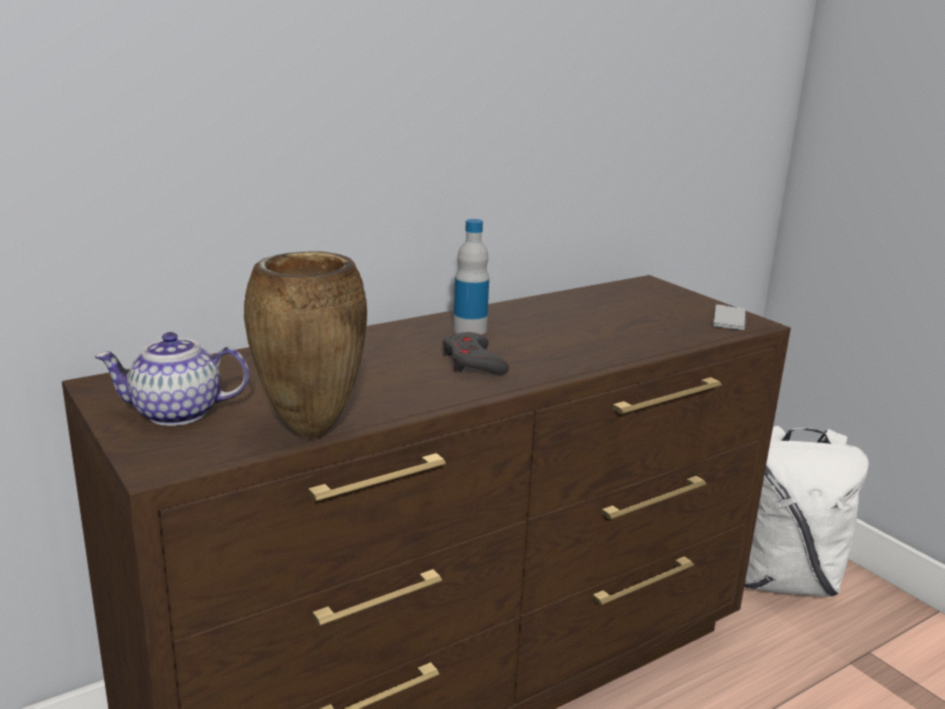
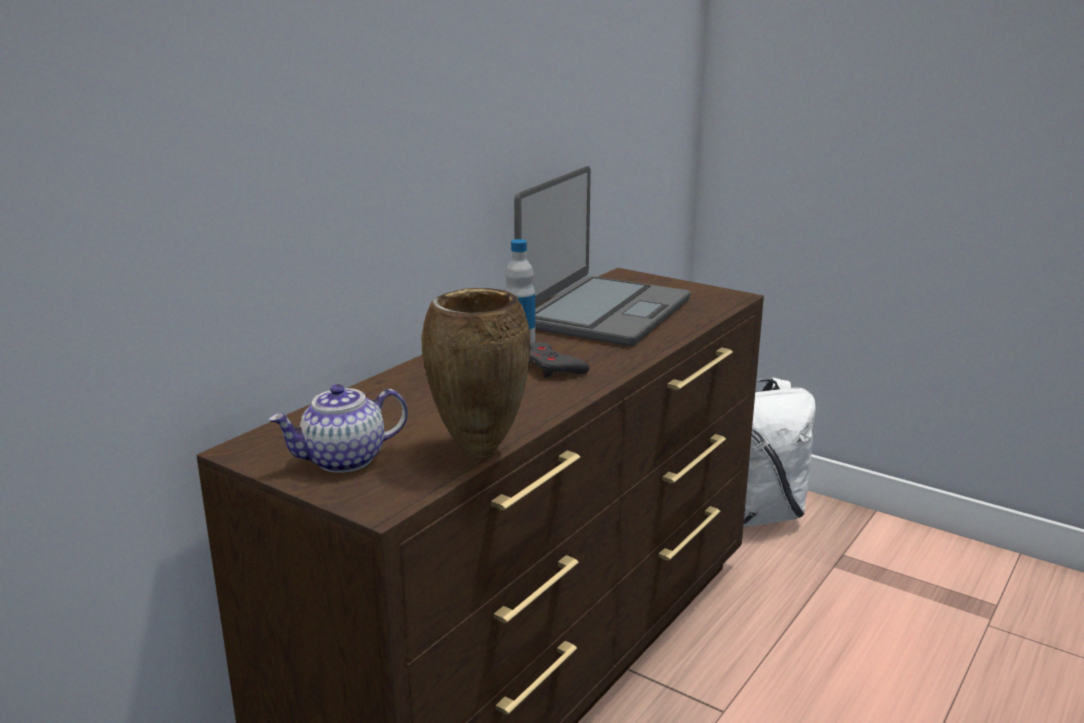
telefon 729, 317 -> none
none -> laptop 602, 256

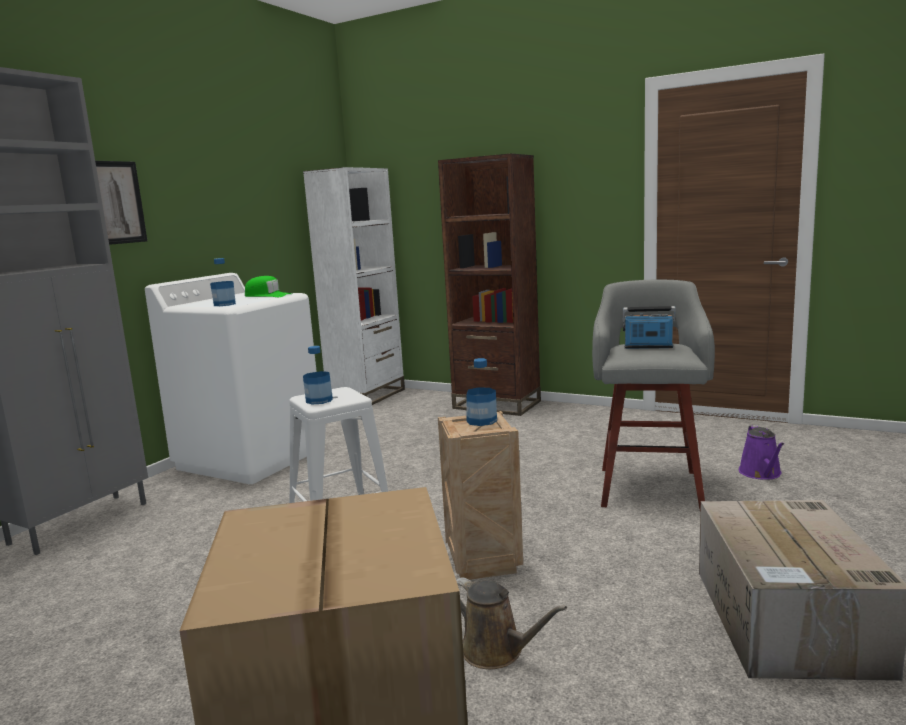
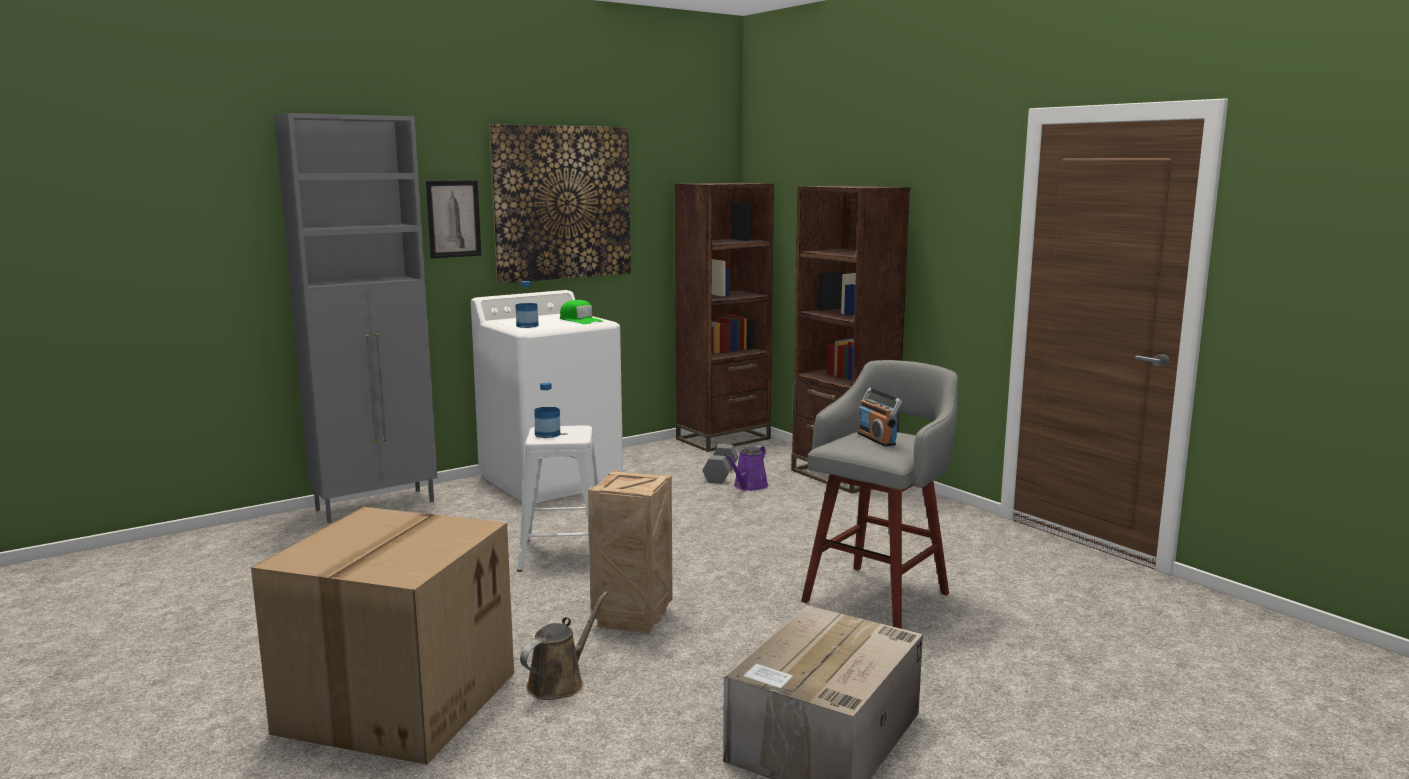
regał [biały] 354, 286 -> regał [brązowy] 724, 317
konewka [brązowy] 511, 623 -> konewka [brązowy] 564, 646, 120 degrees counterclockwise
butelka 481, 392 -> none
radio 649, 327 -> radio 879, 416, 150 degrees counterclockwise
konewka [fioletowy] 761, 452 -> konewka [fioletowy] 747, 468, relocated
none -> obraz 560, 203
none -> hantel [szary] 720, 464

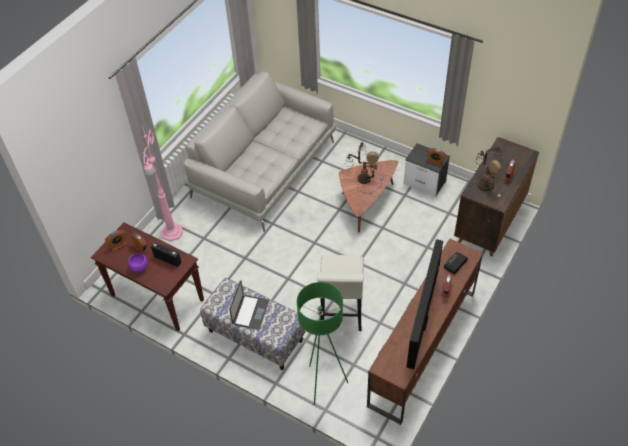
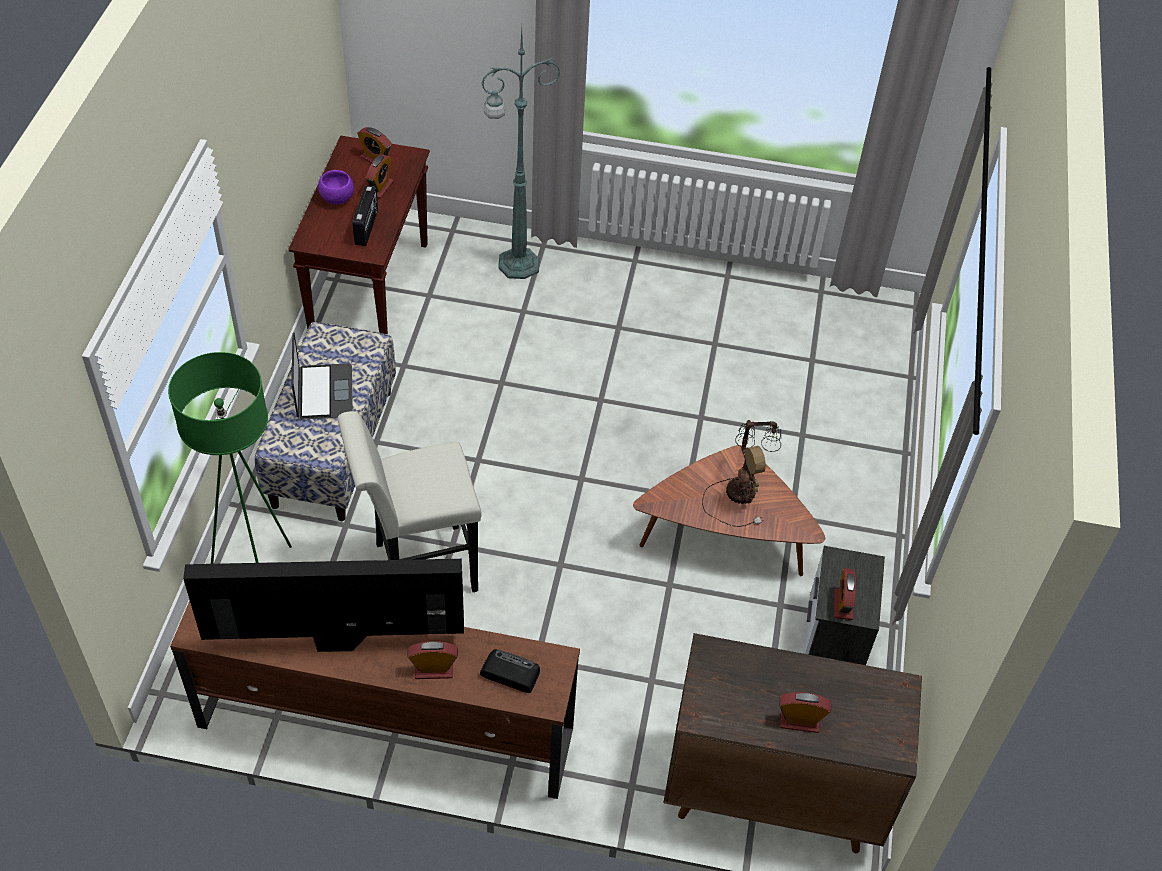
lampa stojąca [różowy] 162, 183 -> lampa stojąca [zielony] 521, 154
kanapa [szary] 260, 152 -> none
laptop 249, 305 -> laptop 322, 376, 90 degrees counterclockwise
lampa stołowa 485, 174 -> none

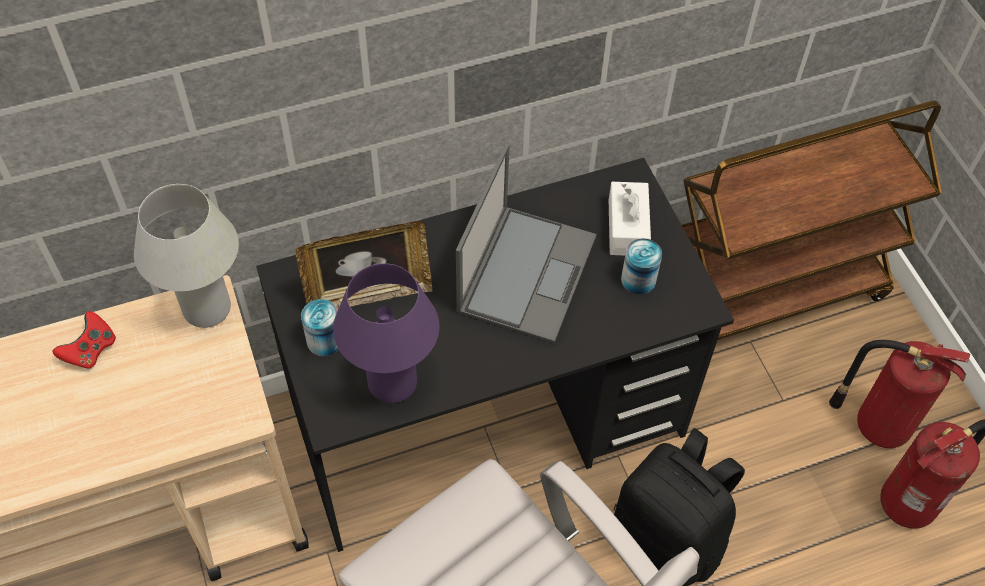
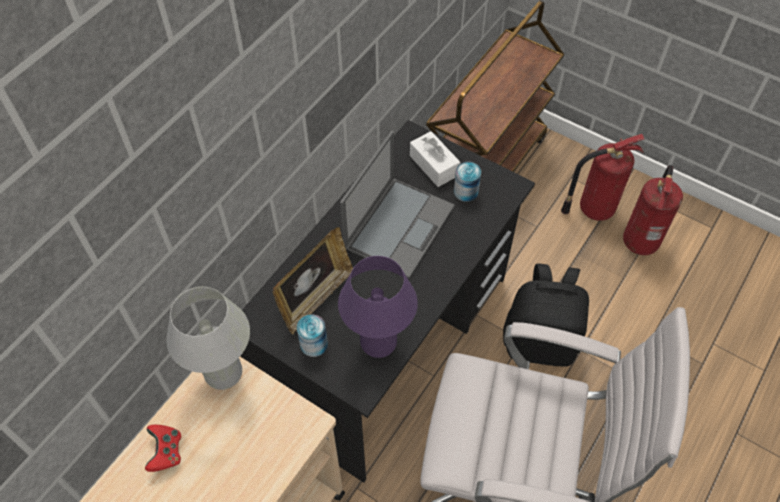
laptop 526, 243 -> laptop 397, 204, 45 degrees clockwise

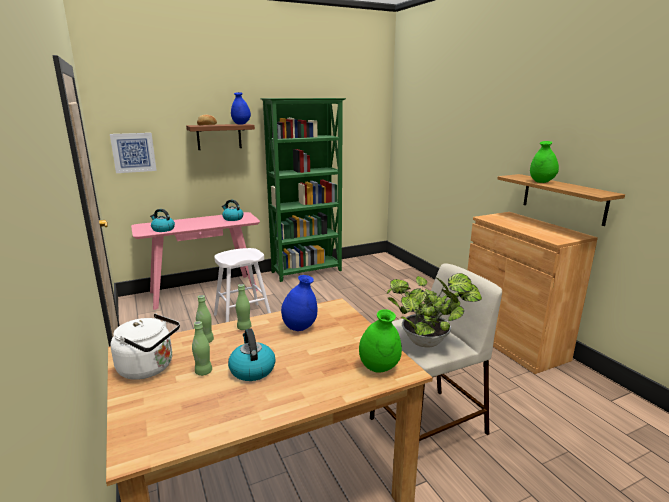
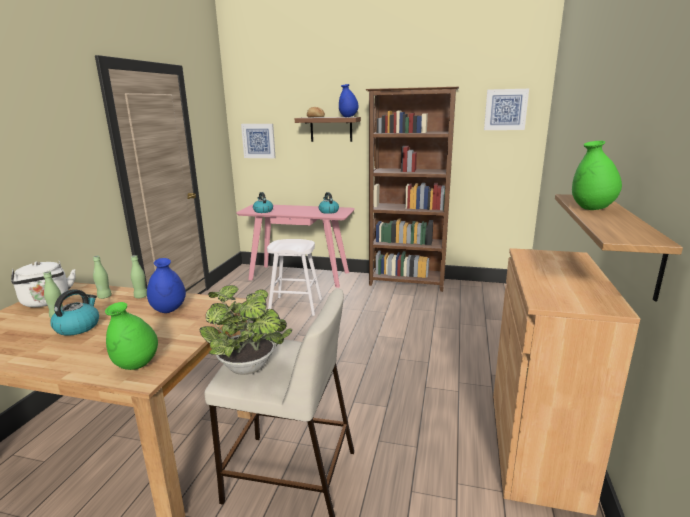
regał [zielony] 303, 190 -> regał [brązowy] 412, 189
none -> obraz 506, 109

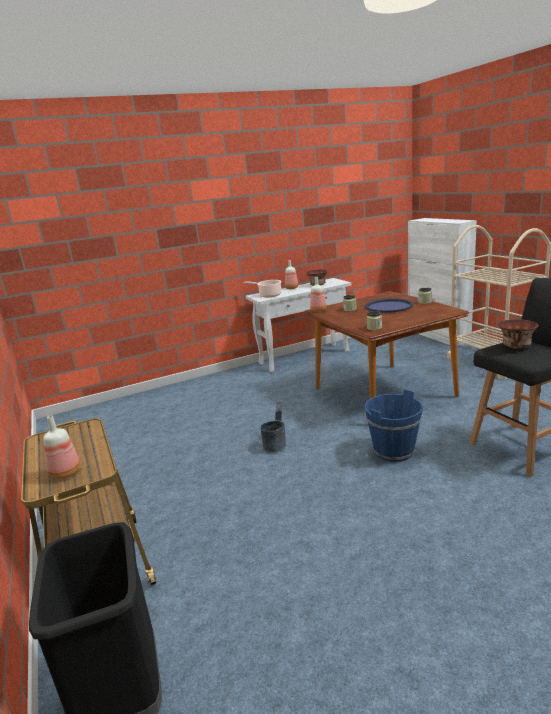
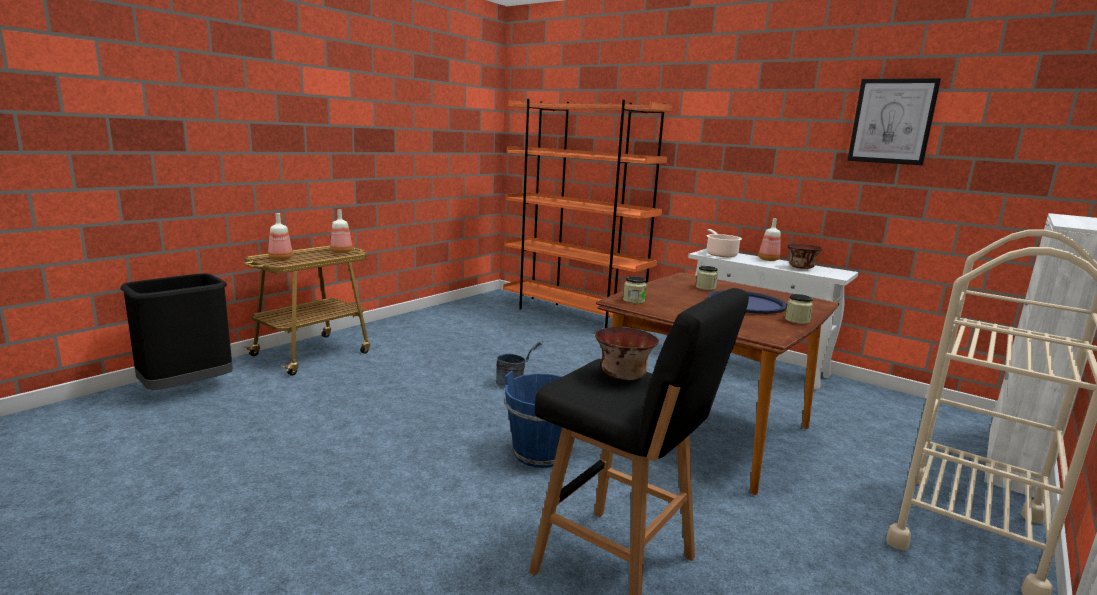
butelka 318, 294 -> butelka 341, 231, relocated
none -> regał [pomarańczowy] 587, 213
none -> obraz 894, 121

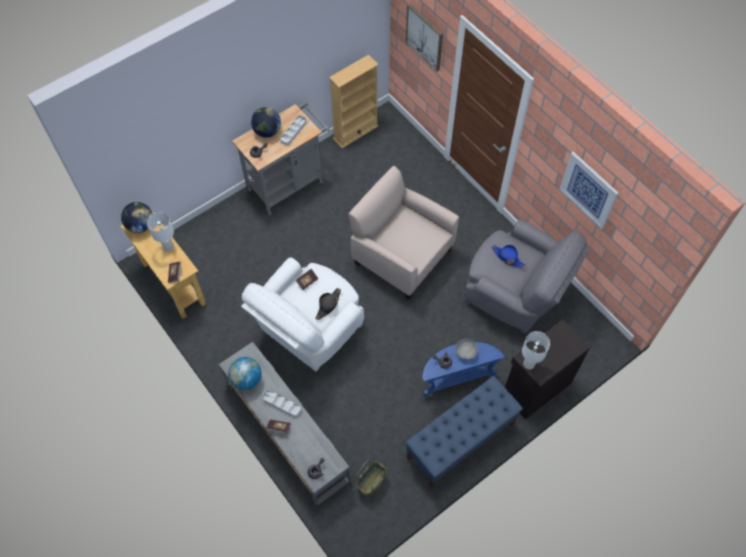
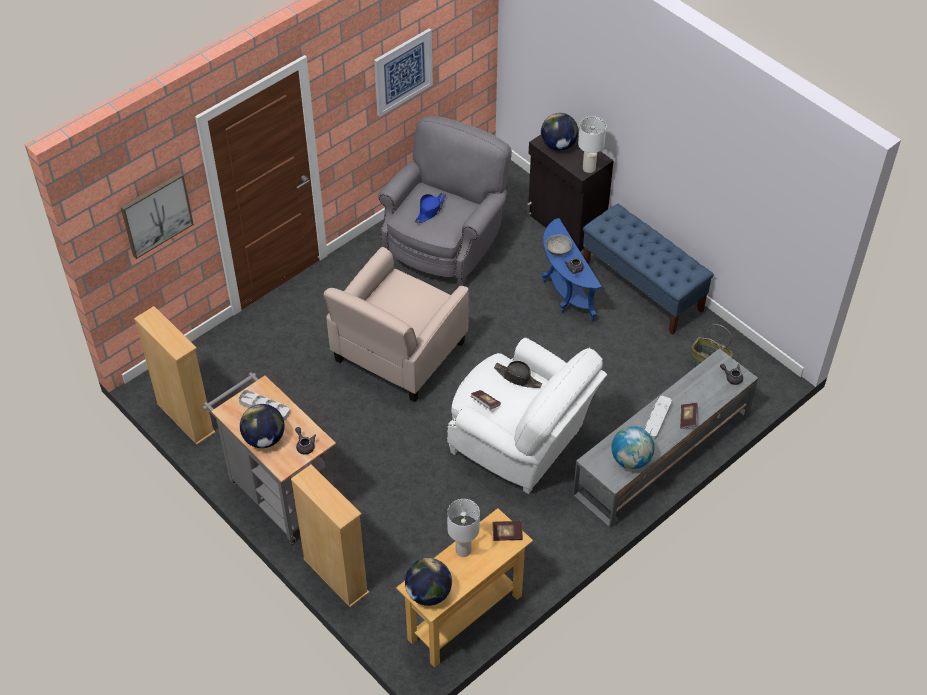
none -> regał [beżowy] 330, 535
none -> globus 559, 132

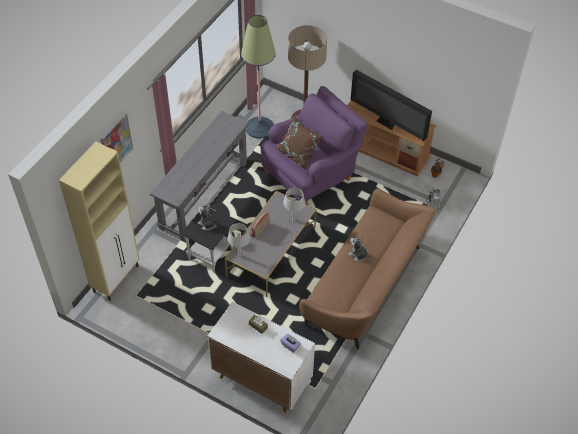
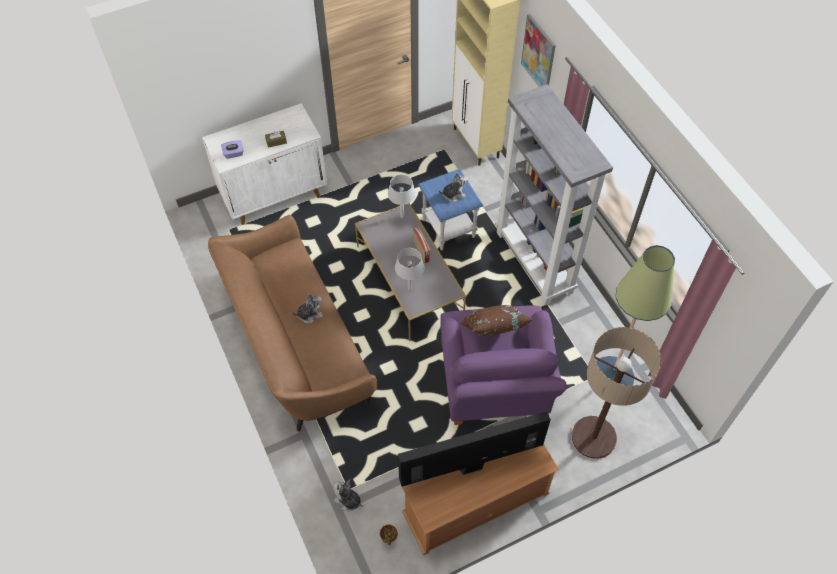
stolik konsolowy [szary] 199, 176 -> regał [szary] 554, 194
stolik [czarny] 208, 239 -> stolik [niebieski] 450, 209

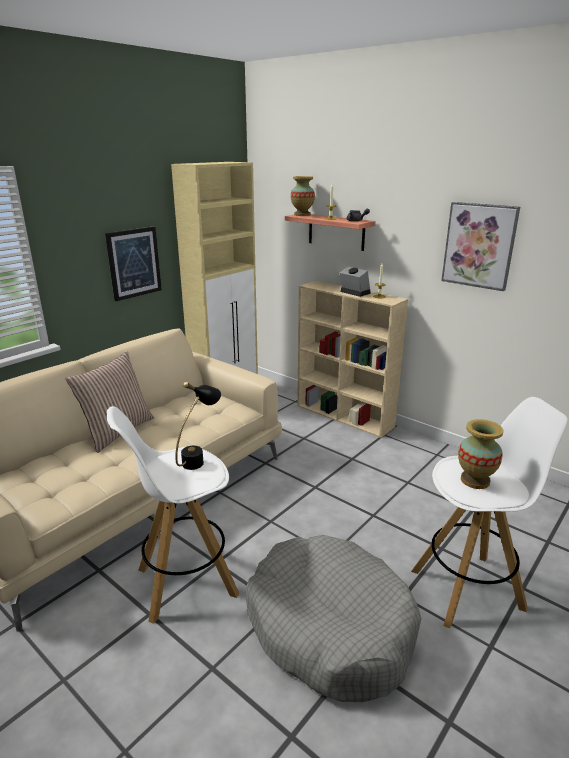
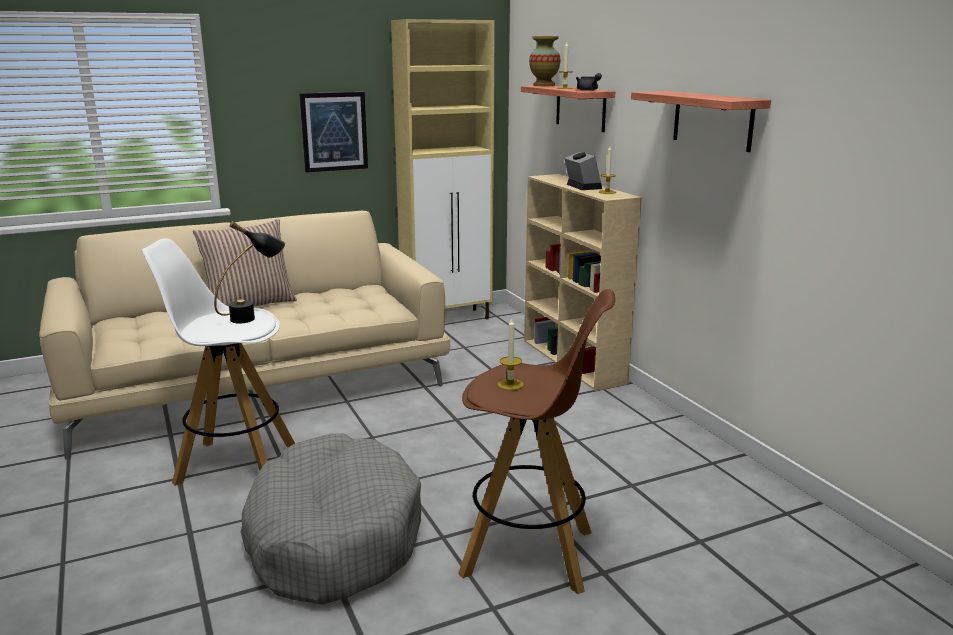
stołek [biały] 489, 512 -> stołek [brązowy] 536, 441
obraz 480, 246 -> półka 701, 121
wazon 481, 454 -> świeca 510, 354

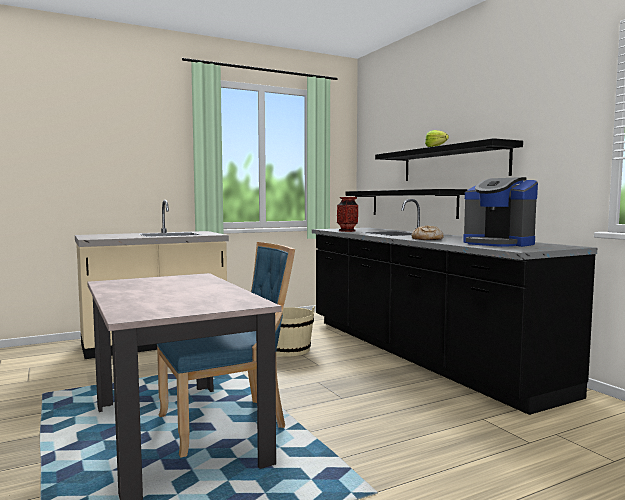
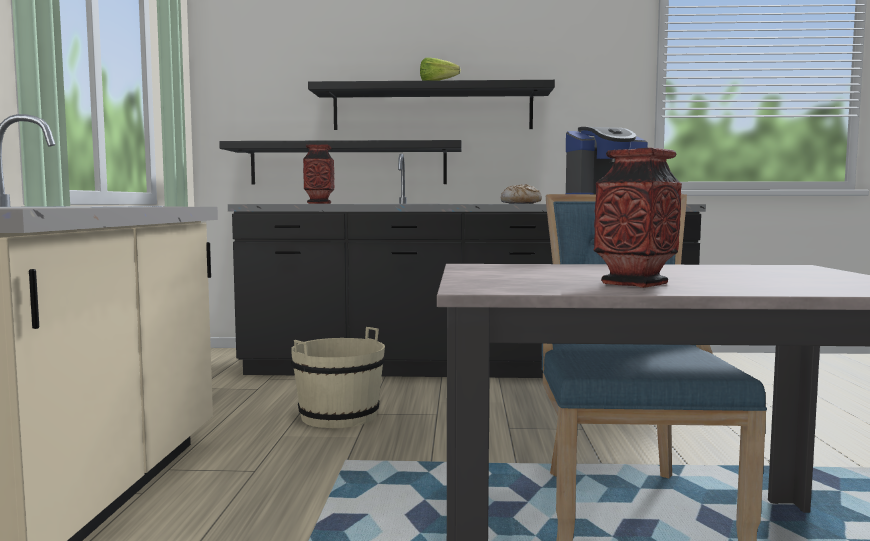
none -> wazon 638, 218

